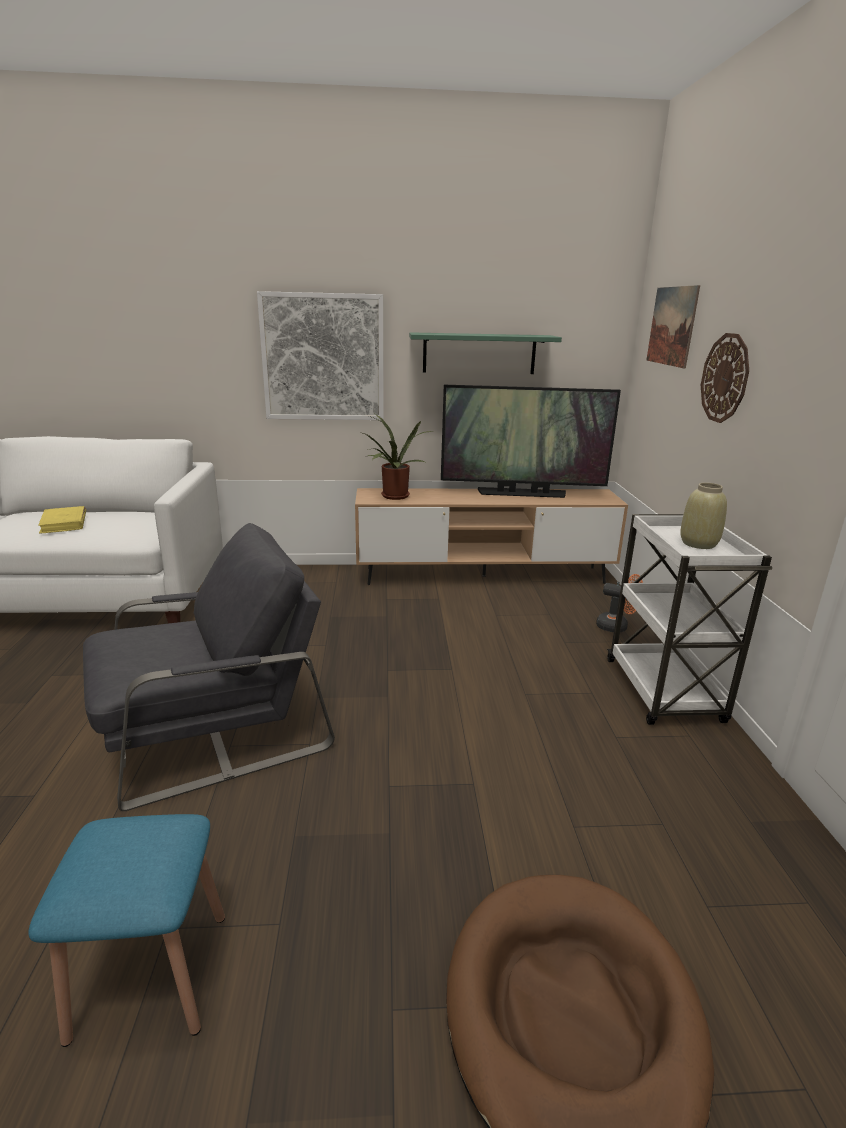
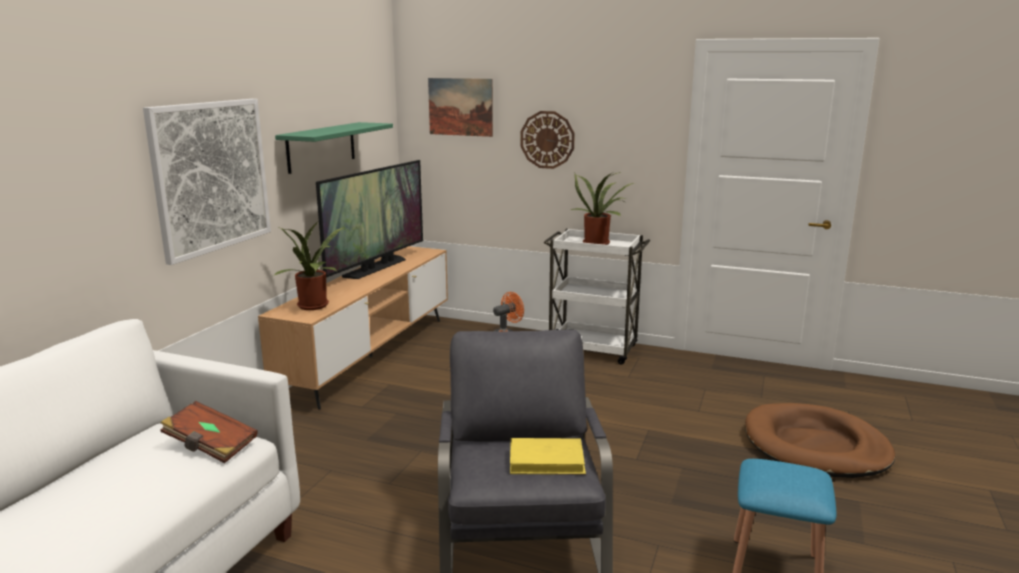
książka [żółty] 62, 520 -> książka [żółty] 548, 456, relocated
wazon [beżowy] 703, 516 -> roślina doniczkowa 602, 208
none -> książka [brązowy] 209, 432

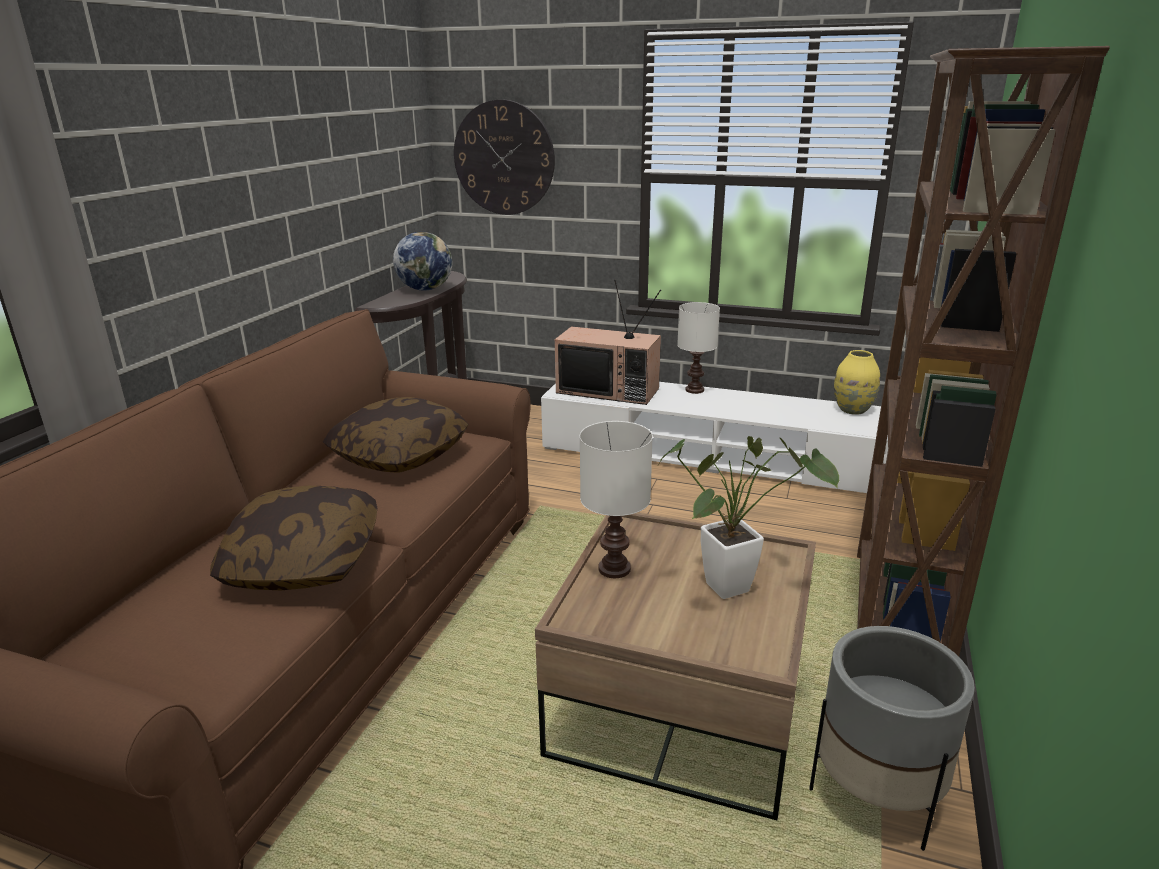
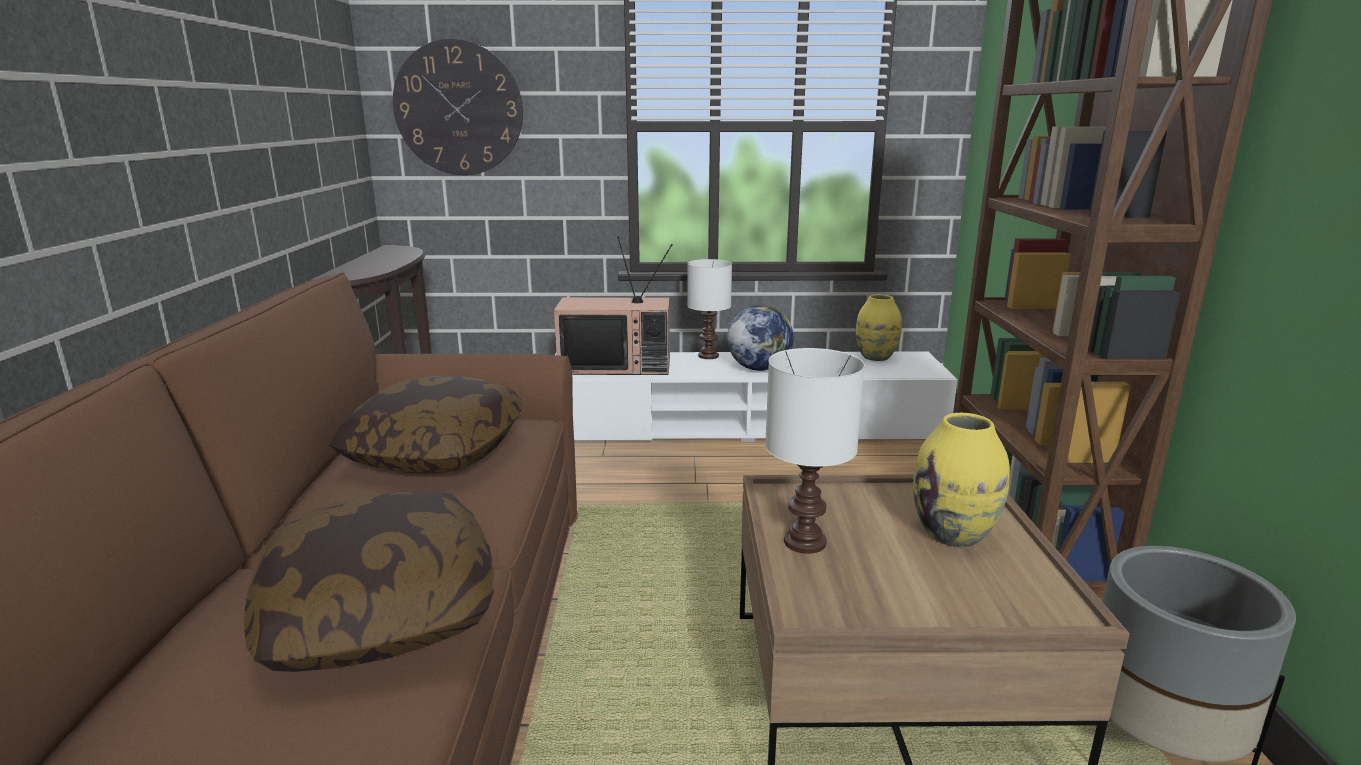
globus 422, 261 -> globus 760, 338, relocated
roślina doniczkowa 748, 517 -> wazon [żółty] 961, 480

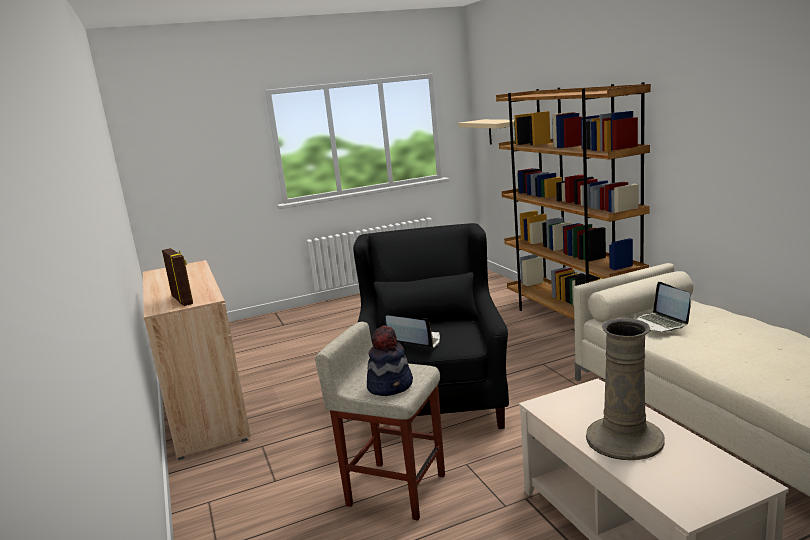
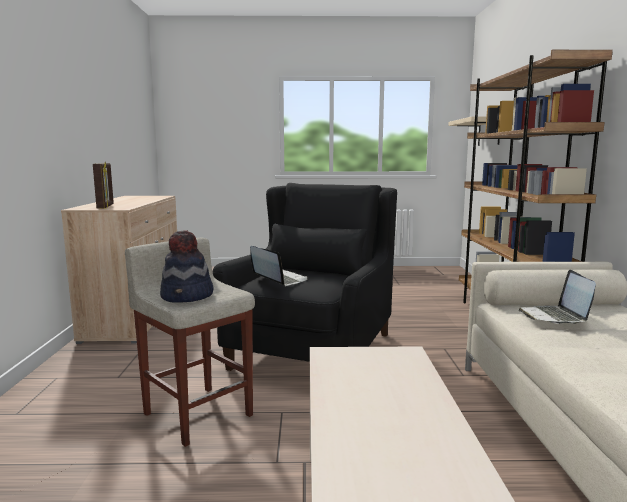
wazon [beżowy] 625, 389 -> none

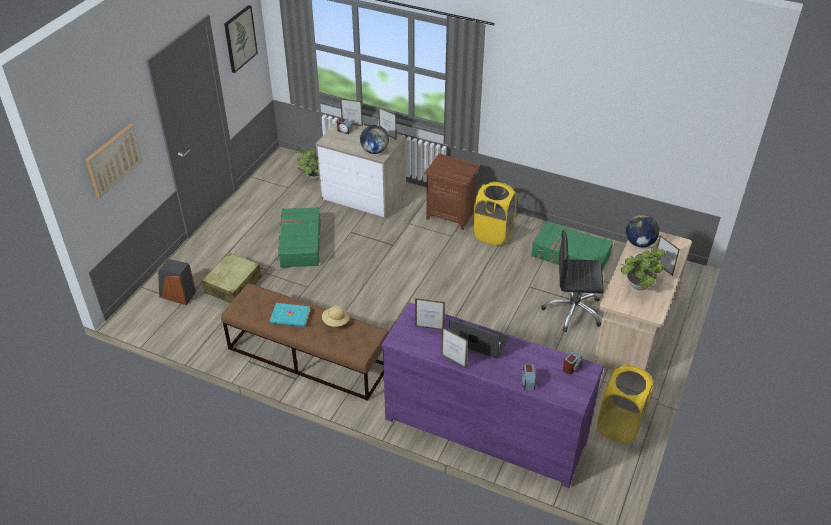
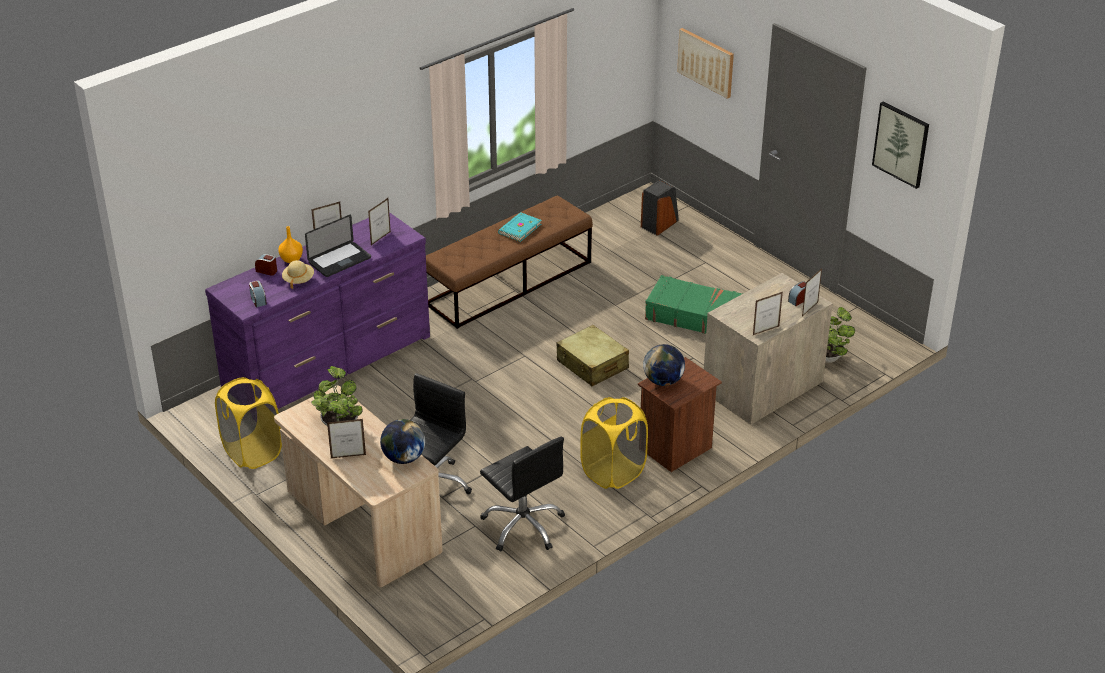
walizka [beżowy] 231, 277 -> walizka [beżowy] 592, 355, relocated
kapelusz [beżowy] 335, 316 -> kapelusz [beżowy] 298, 274, relocated
globus 374, 139 -> globus 664, 365, relocated
walizka [zielony] 572, 246 -> krzesło biurowe [czarny] 522, 494
none -> wazon [pomarańczowy] 290, 244

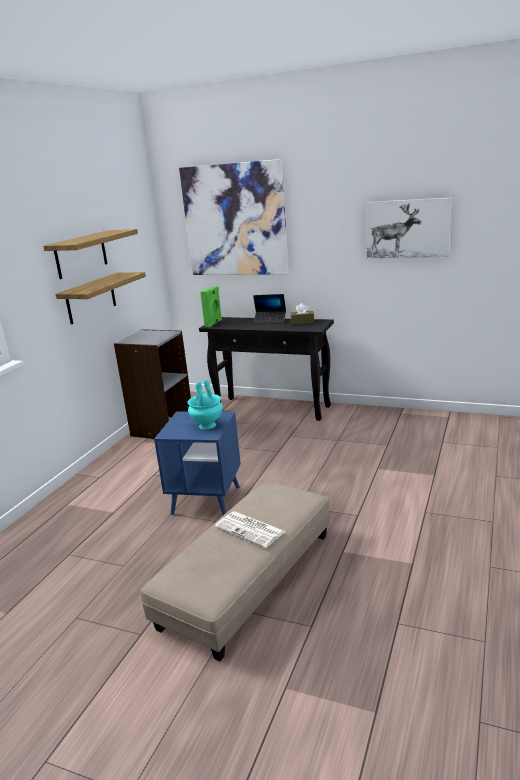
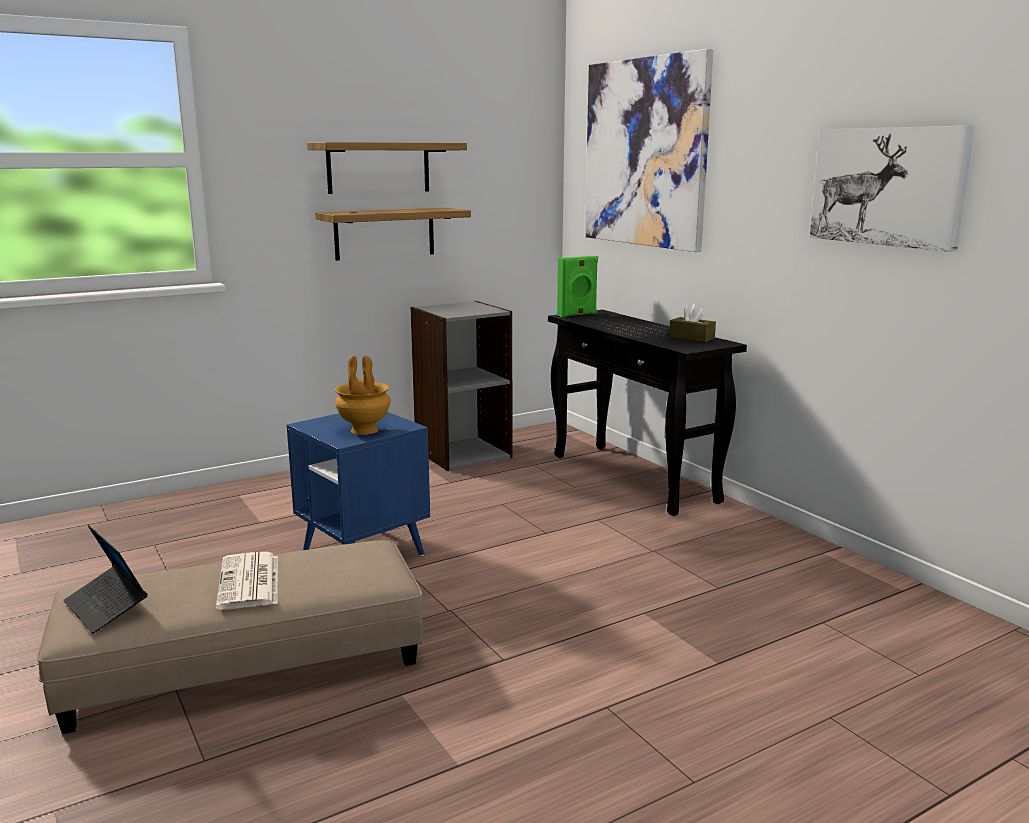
wazon [turkusowy] 205, 404 -> wazon [brązowy] 363, 395
laptop 269, 309 -> laptop 105, 579, relocated

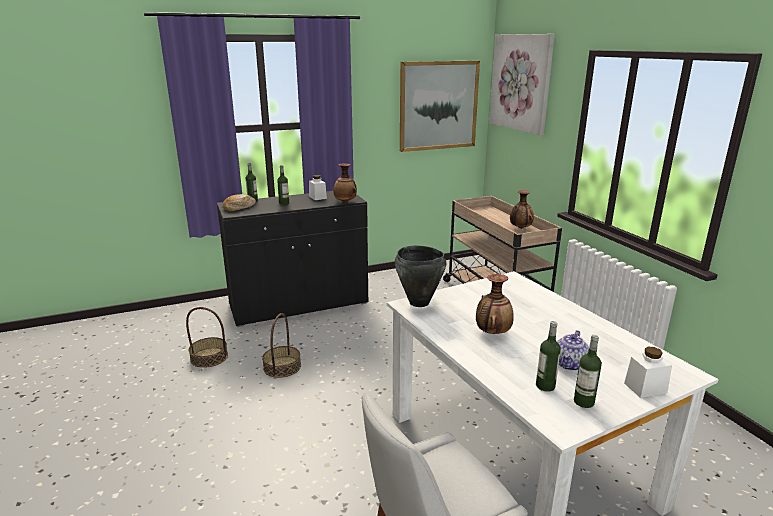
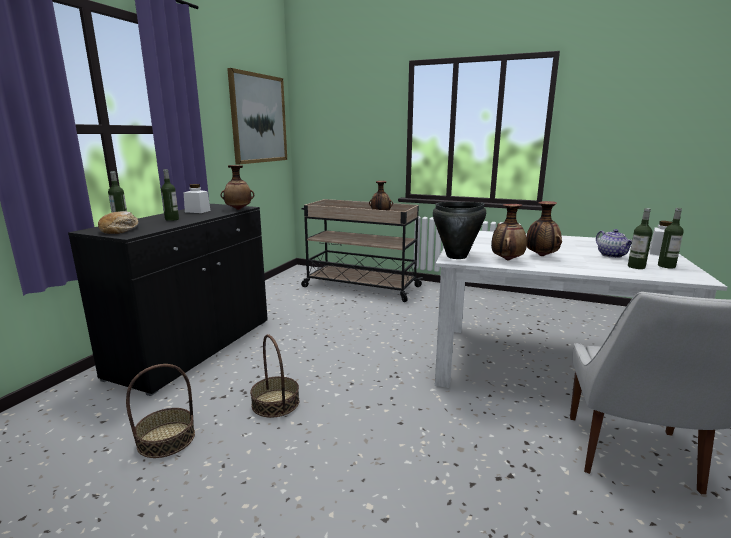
obraz 522, 85 -> none
none -> wazon 509, 232

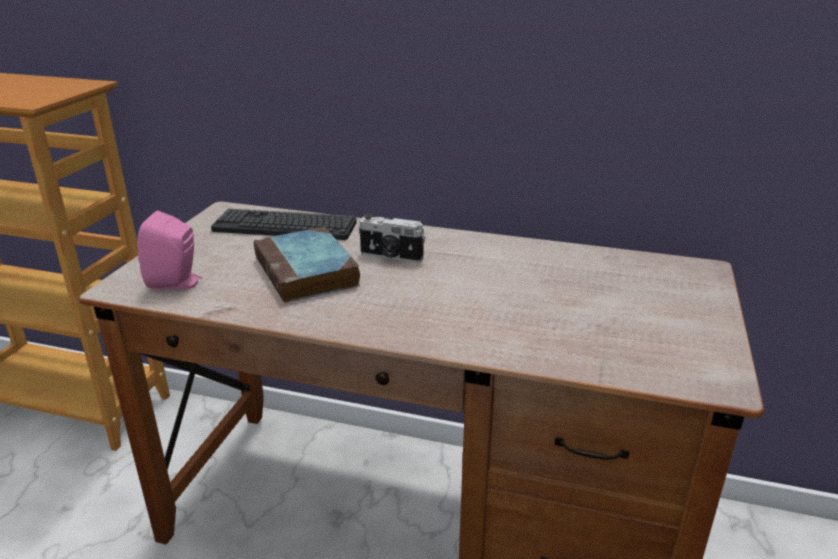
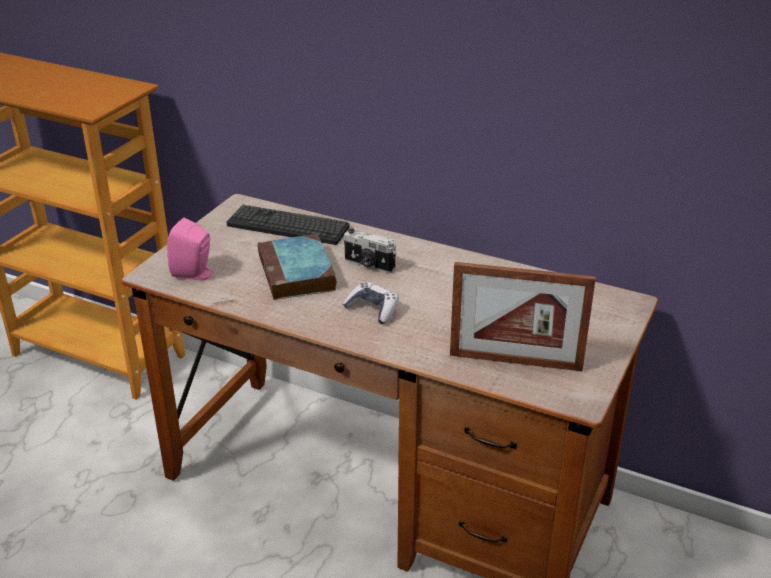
none -> pad do gier 371, 303
none -> ramka na zdjęcie 523, 316

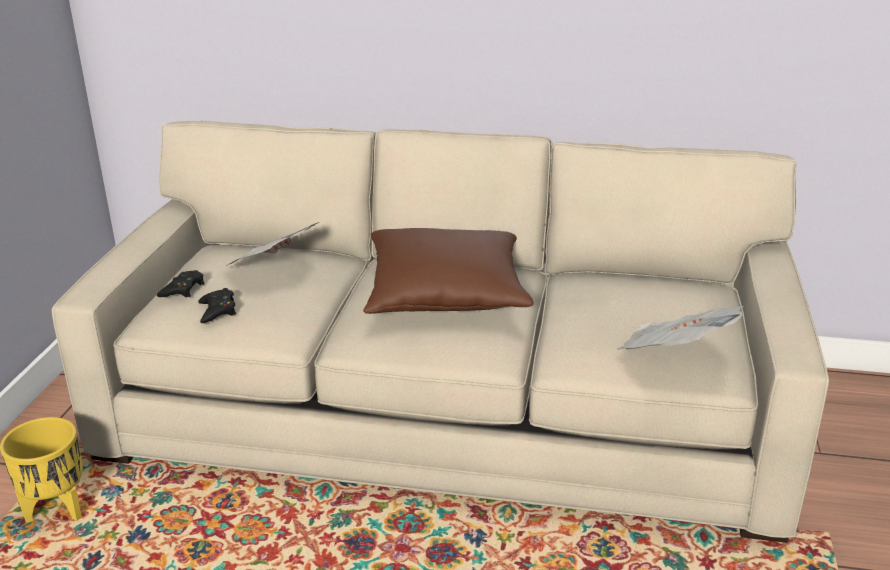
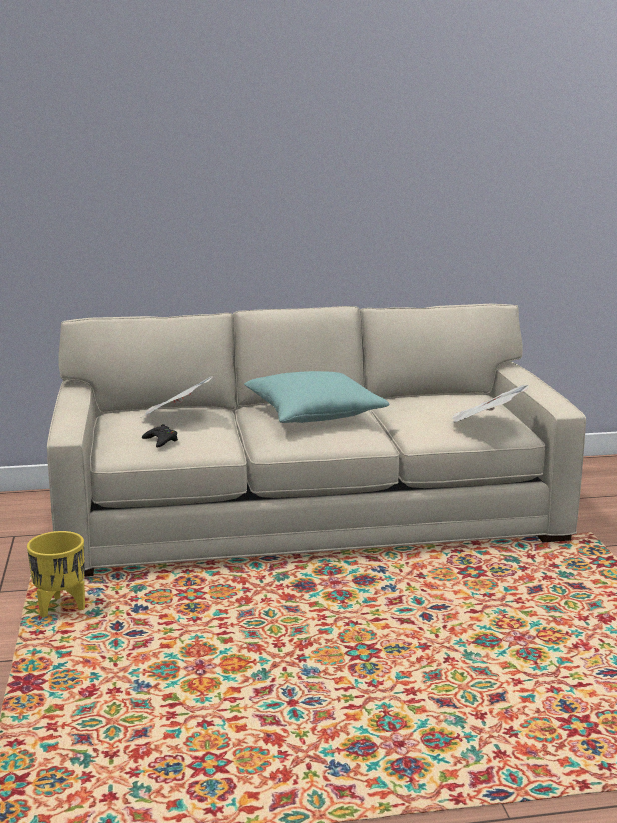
pad do gier [czarny] 181, 284 -> none
poduszka [brązowy] 448, 271 -> poduszka [turkusowy] 316, 397

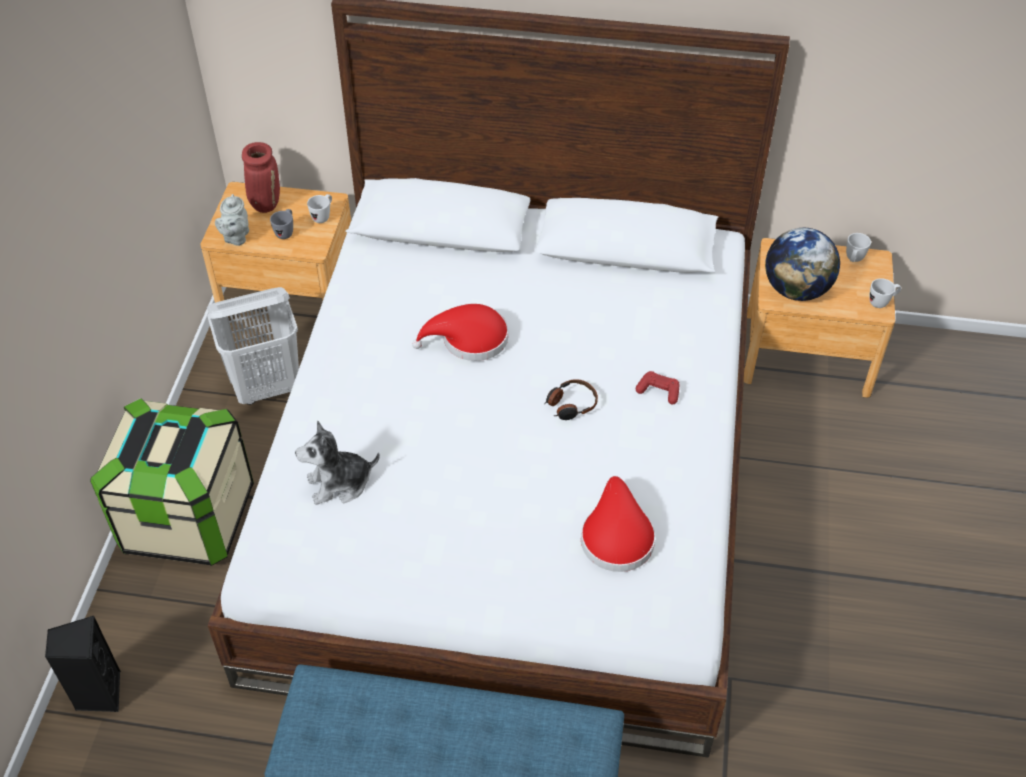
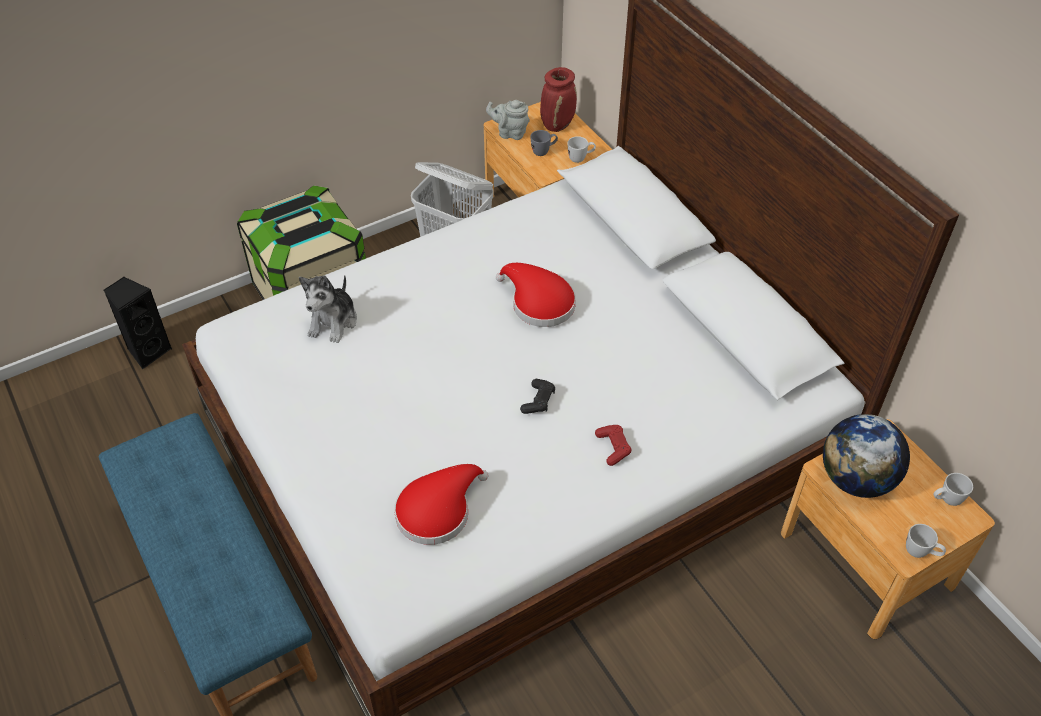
imbryk [szary] 232, 220 -> imbryk [szary] 508, 120, 45 degrees clockwise
pluszak 337, 463 -> pluszak 328, 309, 105 degrees counterclockwise
słuchawki 571, 400 -> pad do gier [czarny] 537, 396

